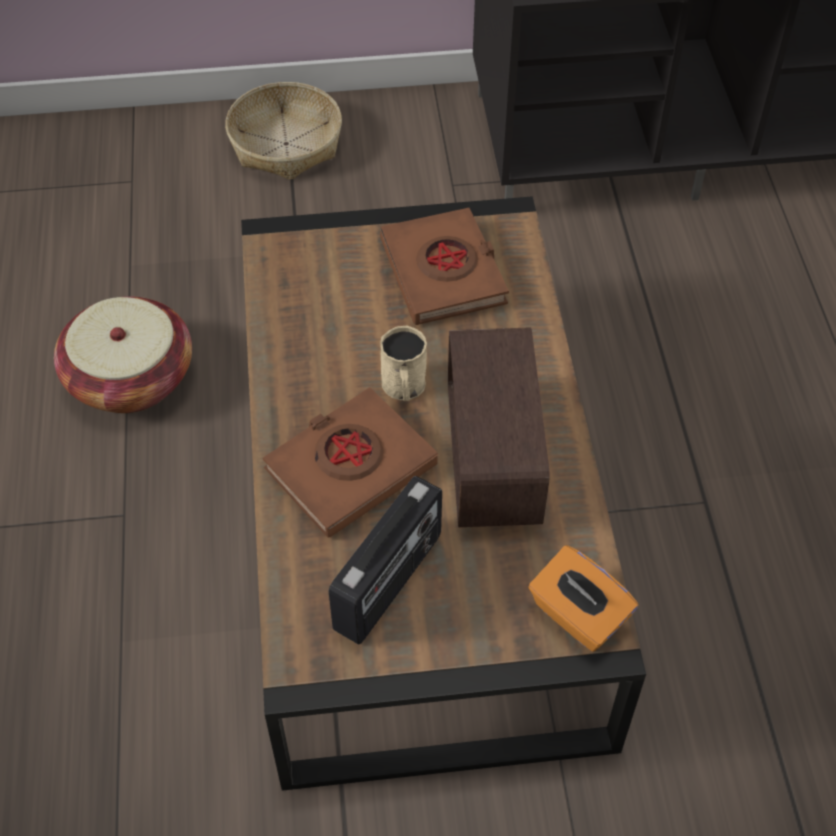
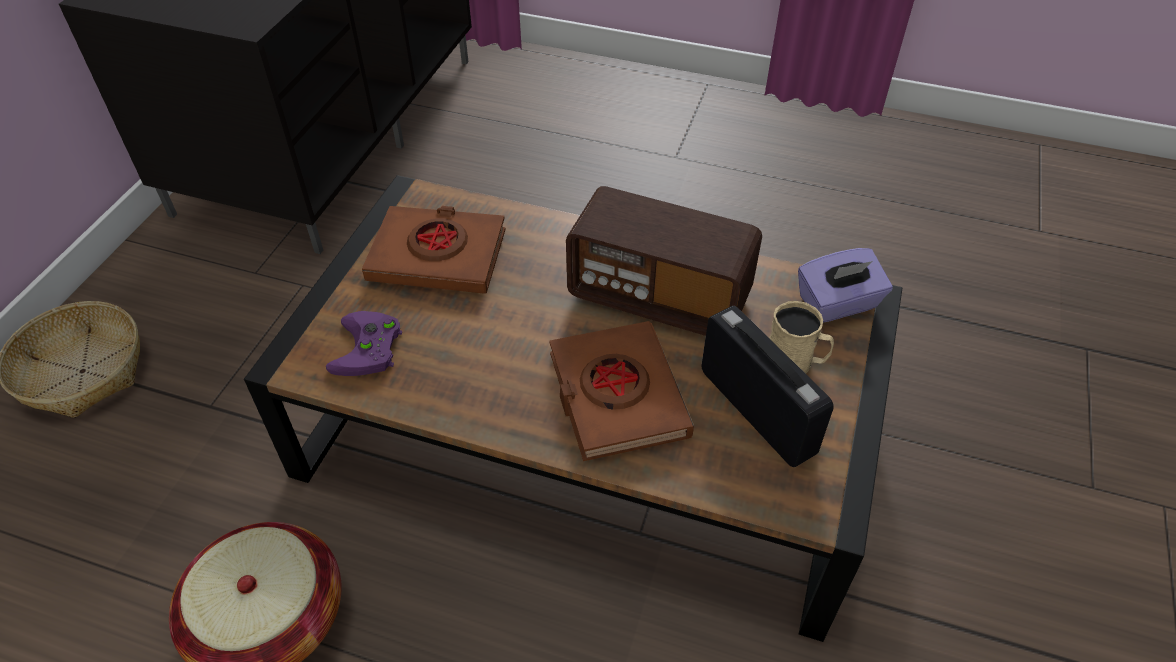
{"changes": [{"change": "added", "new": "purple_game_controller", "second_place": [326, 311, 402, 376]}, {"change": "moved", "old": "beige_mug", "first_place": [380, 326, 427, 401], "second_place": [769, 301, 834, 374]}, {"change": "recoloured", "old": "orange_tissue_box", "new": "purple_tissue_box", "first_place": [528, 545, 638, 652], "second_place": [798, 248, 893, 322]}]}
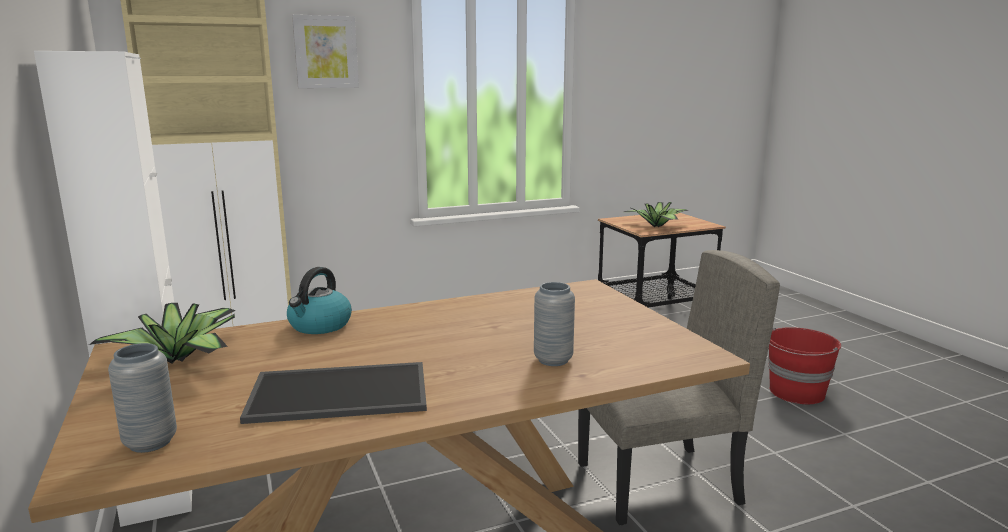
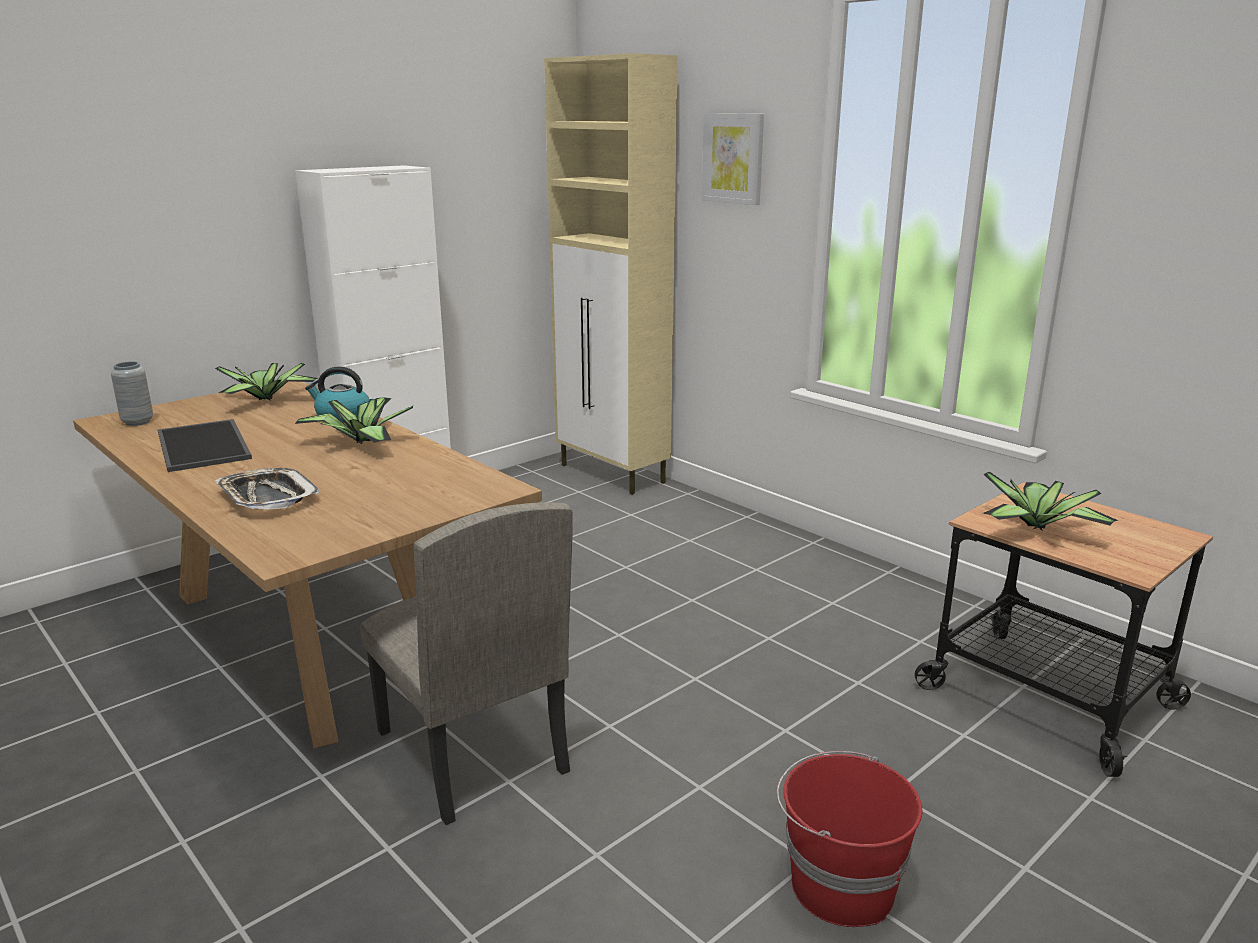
{"changes": [{"change": "replaced", "old": "grey_vase", "new": "tray", "first_place": [534, 282, 575, 366], "second_place": [215, 468, 320, 510]}, {"change": "added", "new": "potted_plant", "second_place": [295, 397, 414, 444]}]}
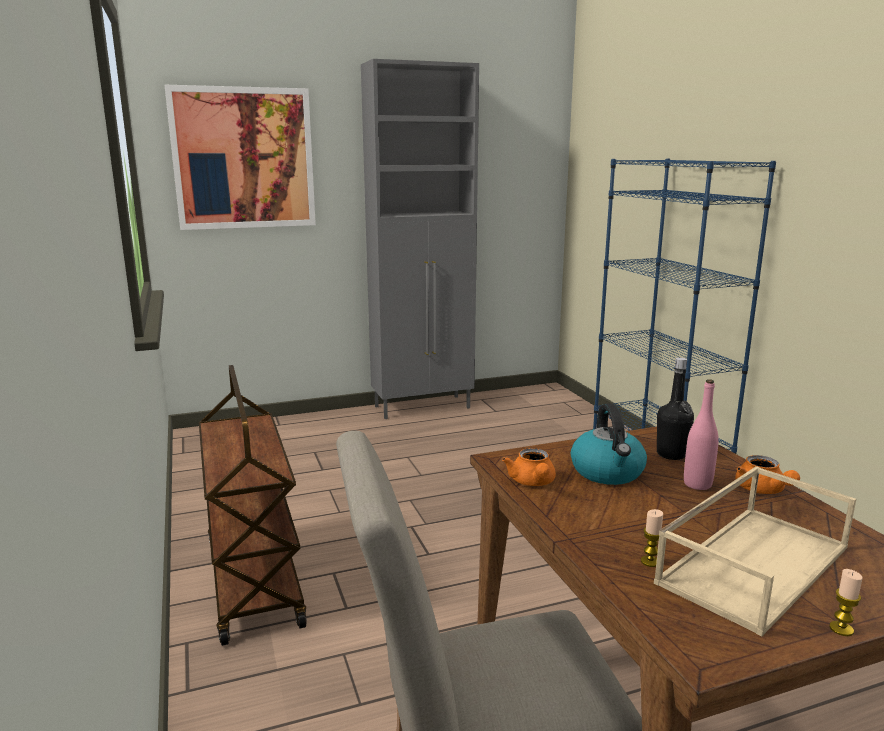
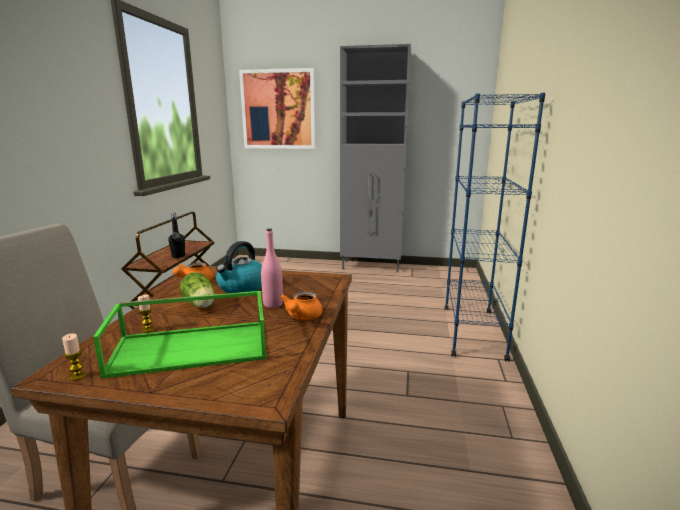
{"changes": [{"change": "moved", "old": "candle", "first_place": [829, 569, 863, 636], "second_place": [62, 333, 87, 381]}, {"change": "recoloured", "old": "beige_tray", "new": "green_tray", "first_place": [654, 466, 856, 636], "second_place": [93, 291, 267, 379]}, {"change": "moved", "old": "black_bottle", "first_place": [657, 357, 694, 460], "second_place": [168, 213, 185, 258]}, {"change": "added", "new": "lettuce", "second_place": [180, 272, 215, 308]}]}
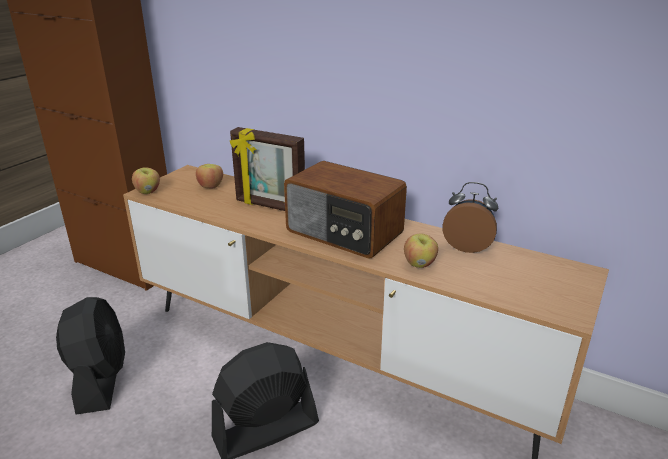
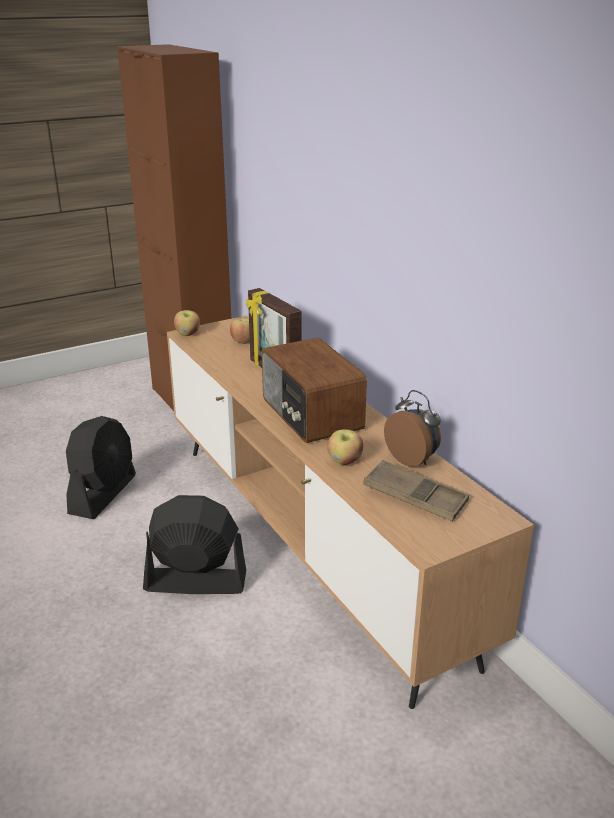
{"changes": [{"change": "added", "new": "brown_tray", "second_place": [363, 460, 469, 521]}]}
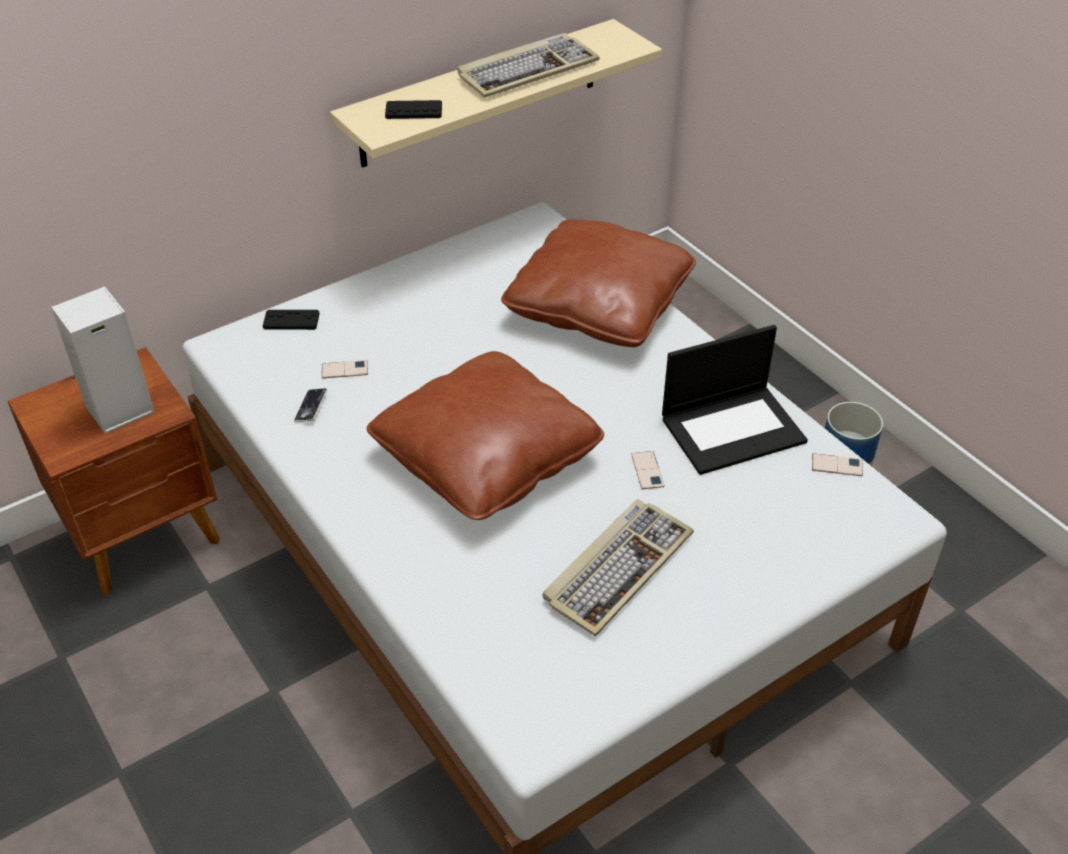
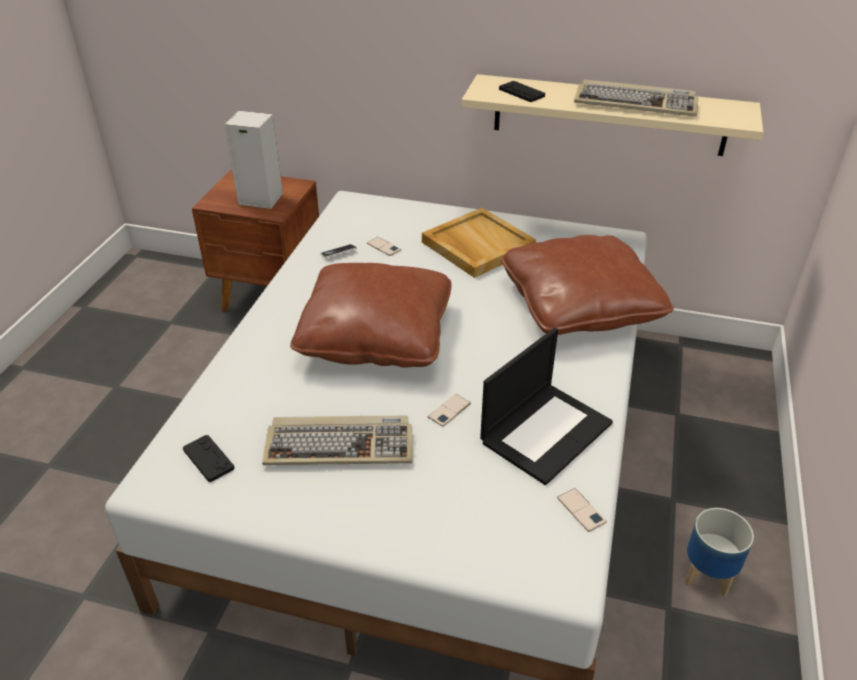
{"changes": [{"change": "moved", "old": "black_game_controller", "first_place": [263, 310, 319, 330], "second_place": [183, 435, 234, 482]}, {"change": "added", "new": "beige_tray", "second_place": [422, 208, 536, 278]}, {"change": "turned", "old": "laptop", "first_place": [662, 325, 808, 475], "second_place": [480, 328, 613, 485], "degrees": -75}]}
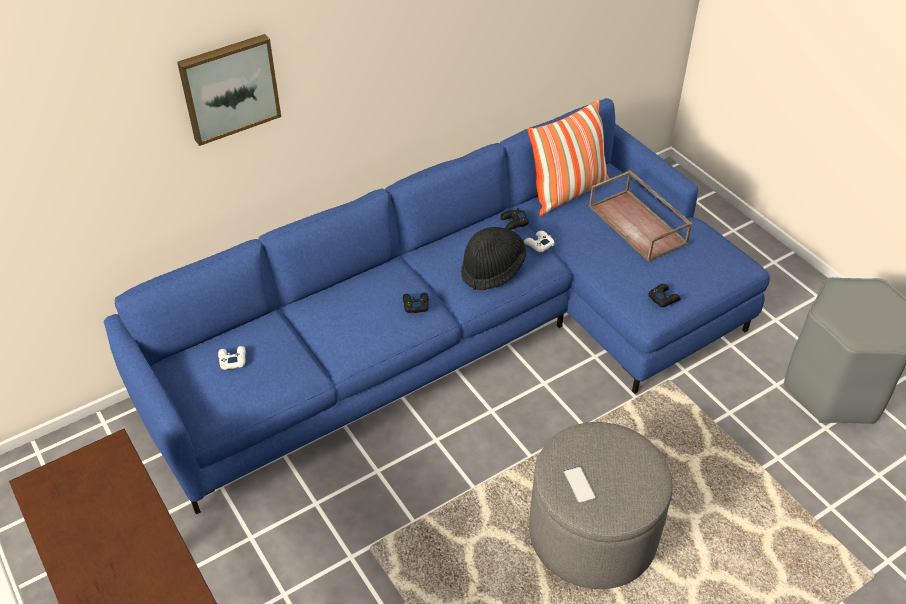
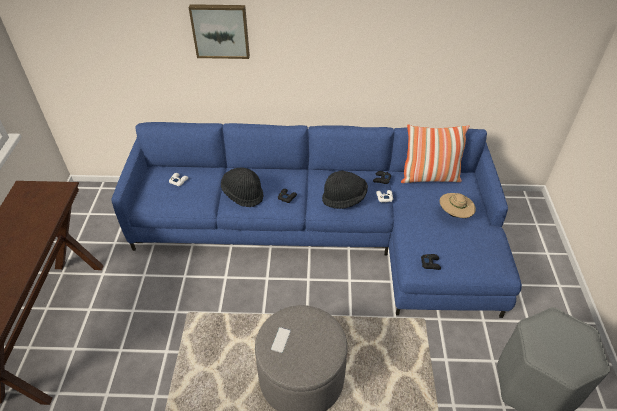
{"changes": [{"change": "added", "new": "black_hat", "second_place": [221, 167, 264, 207]}, {"change": "replaced", "old": "brown_tray", "new": "beige_hat", "first_place": [589, 170, 692, 262], "second_place": [440, 193, 476, 218]}]}
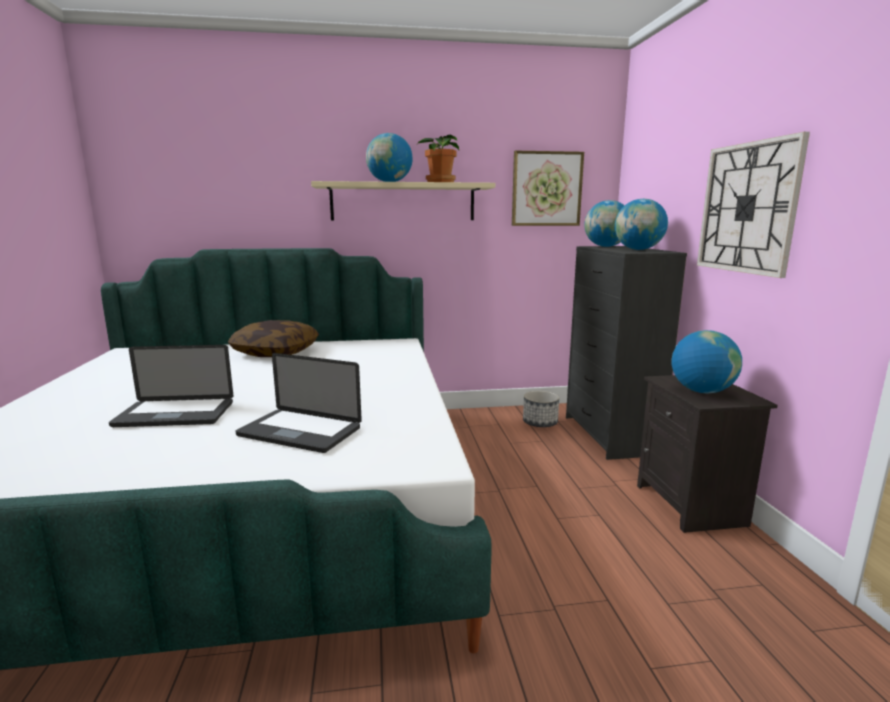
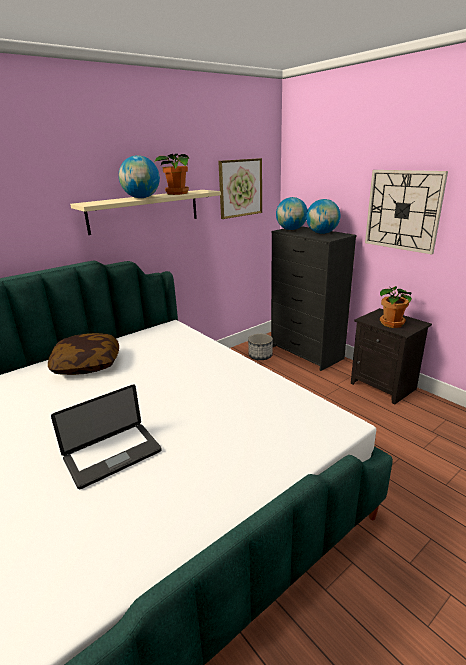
{"changes": [{"change": "replaced", "old": "globe", "new": "potted_plant", "first_place": [672, 330, 742, 394], "second_place": [380, 286, 412, 328]}, {"change": "removed", "old": "laptop", "first_place": [236, 353, 362, 453]}]}
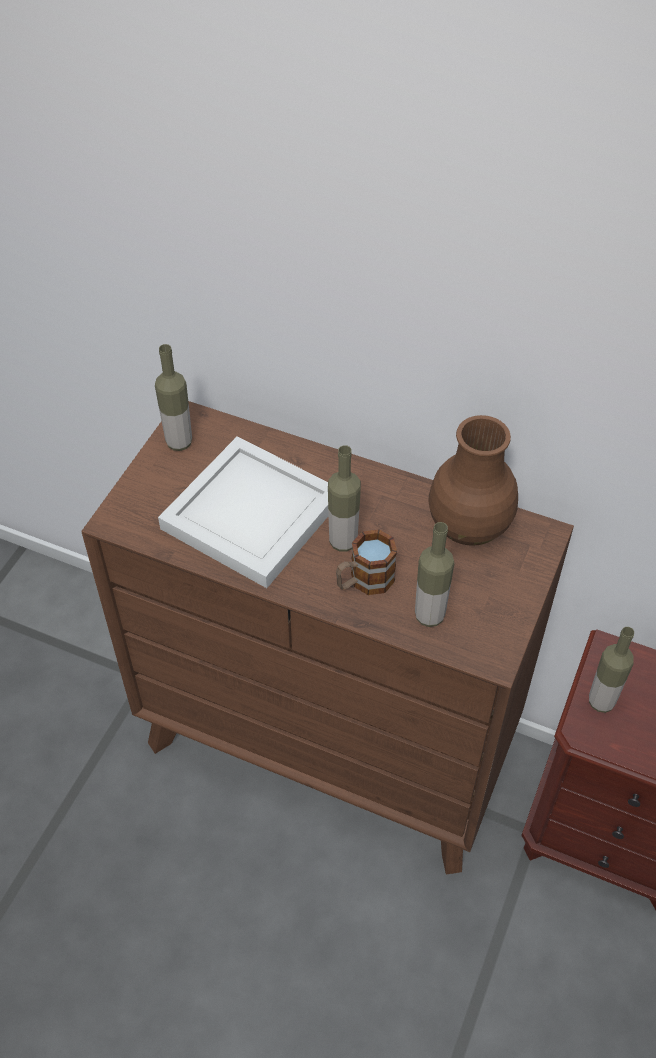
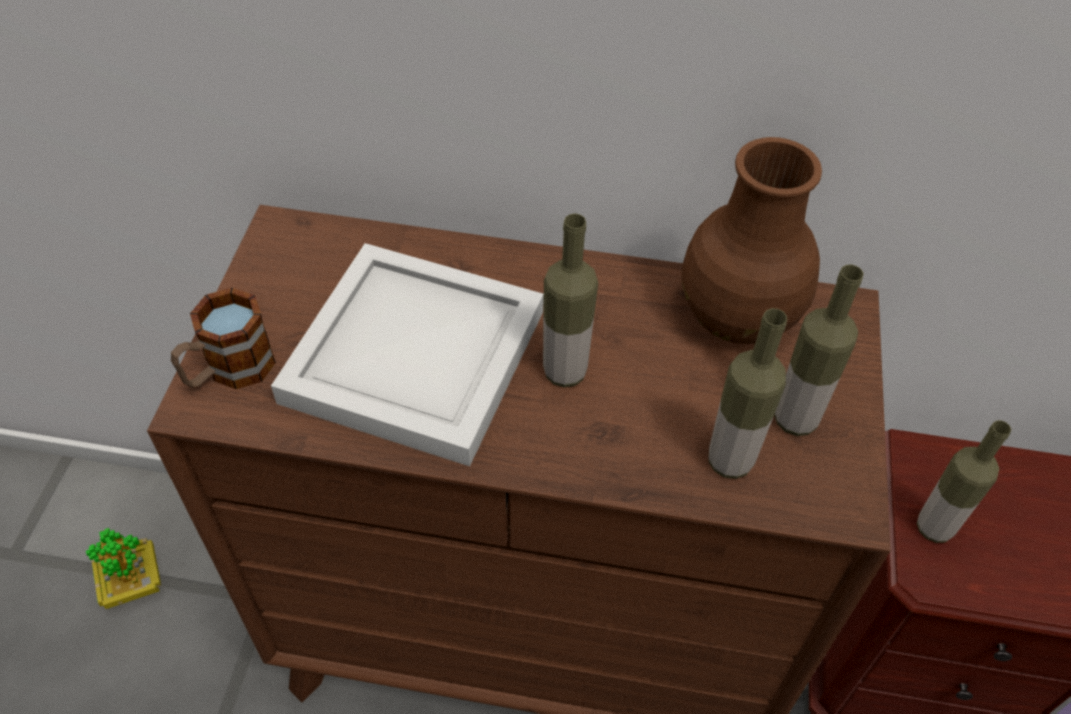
{"changes": [{"change": "added", "new": "potted_plant", "second_place": [86, 528, 161, 609]}, {"change": "moved", "old": "mug", "first_place": [336, 530, 397, 595], "second_place": [171, 288, 276, 389]}, {"change": "moved", "old": "bottle", "first_place": [155, 344, 192, 451], "second_place": [774, 264, 864, 436]}]}
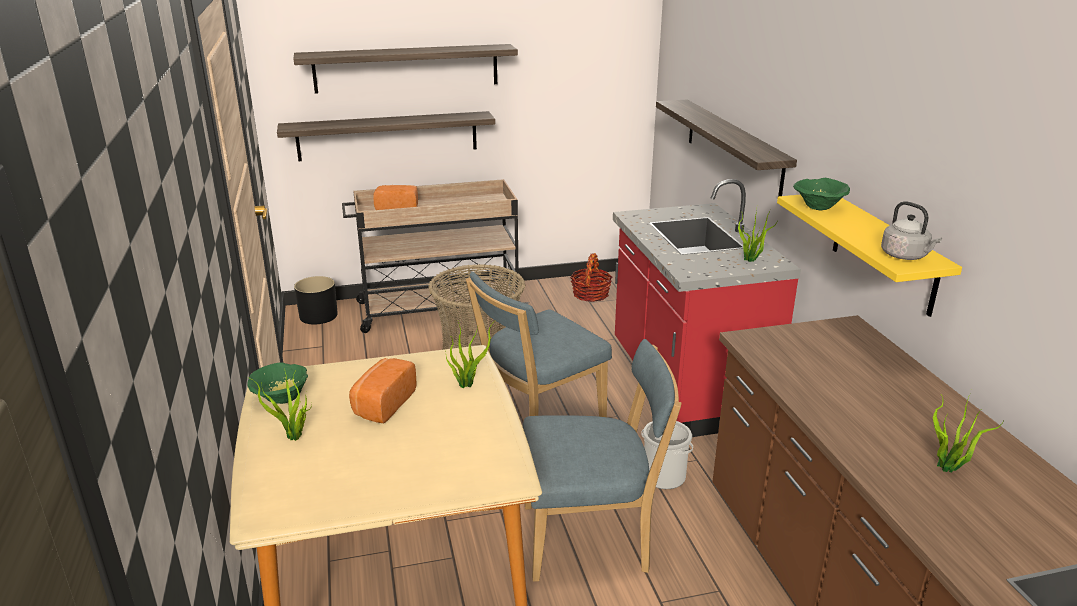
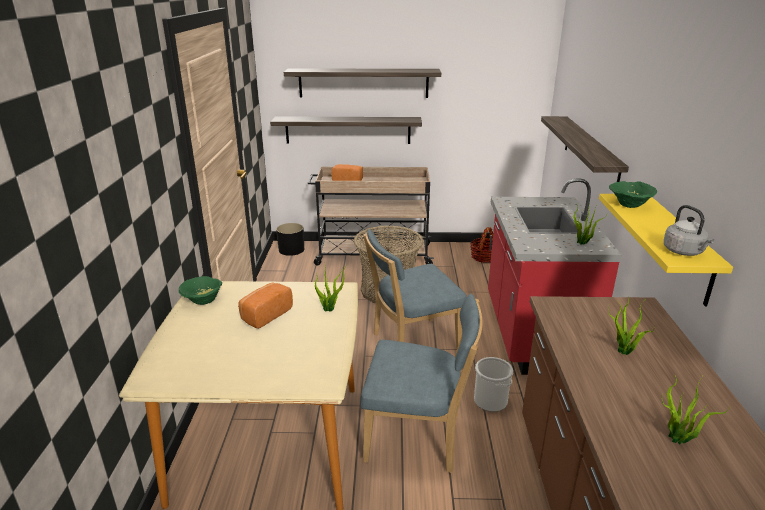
{"changes": [{"change": "moved", "old": "potted_plant", "first_place": [248, 372, 311, 441], "second_place": [608, 297, 655, 355]}]}
